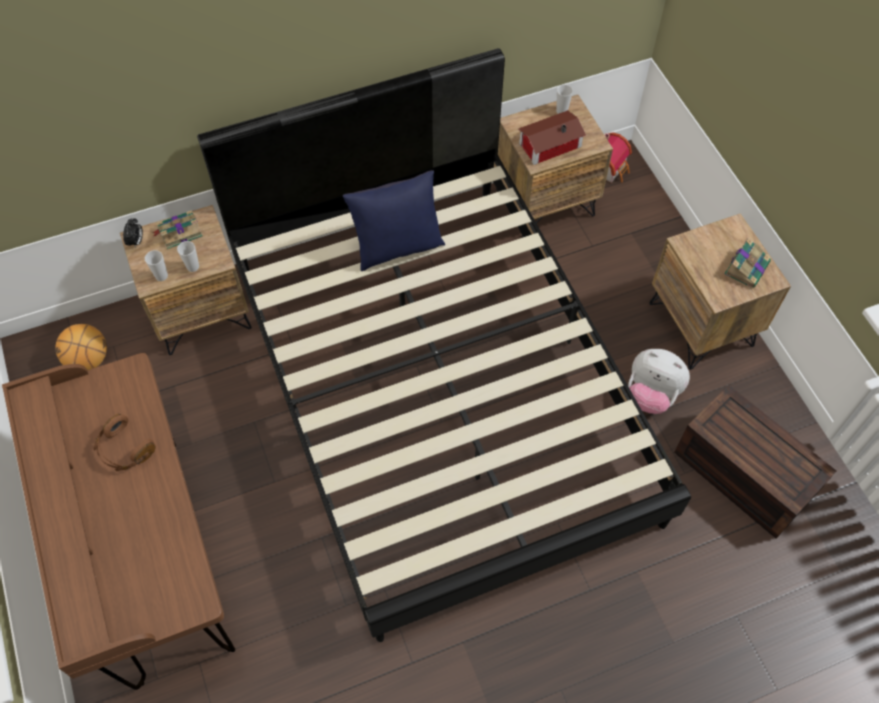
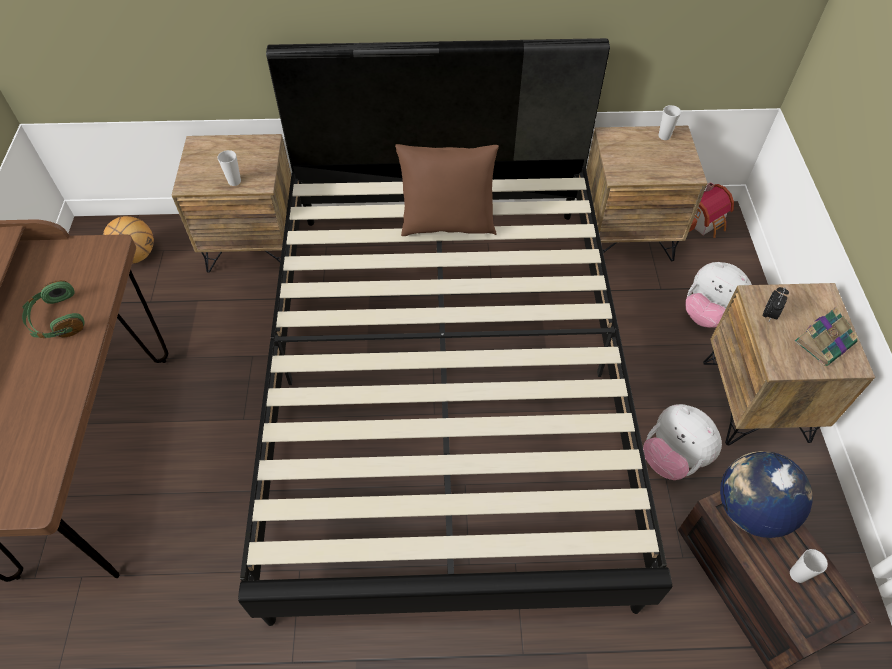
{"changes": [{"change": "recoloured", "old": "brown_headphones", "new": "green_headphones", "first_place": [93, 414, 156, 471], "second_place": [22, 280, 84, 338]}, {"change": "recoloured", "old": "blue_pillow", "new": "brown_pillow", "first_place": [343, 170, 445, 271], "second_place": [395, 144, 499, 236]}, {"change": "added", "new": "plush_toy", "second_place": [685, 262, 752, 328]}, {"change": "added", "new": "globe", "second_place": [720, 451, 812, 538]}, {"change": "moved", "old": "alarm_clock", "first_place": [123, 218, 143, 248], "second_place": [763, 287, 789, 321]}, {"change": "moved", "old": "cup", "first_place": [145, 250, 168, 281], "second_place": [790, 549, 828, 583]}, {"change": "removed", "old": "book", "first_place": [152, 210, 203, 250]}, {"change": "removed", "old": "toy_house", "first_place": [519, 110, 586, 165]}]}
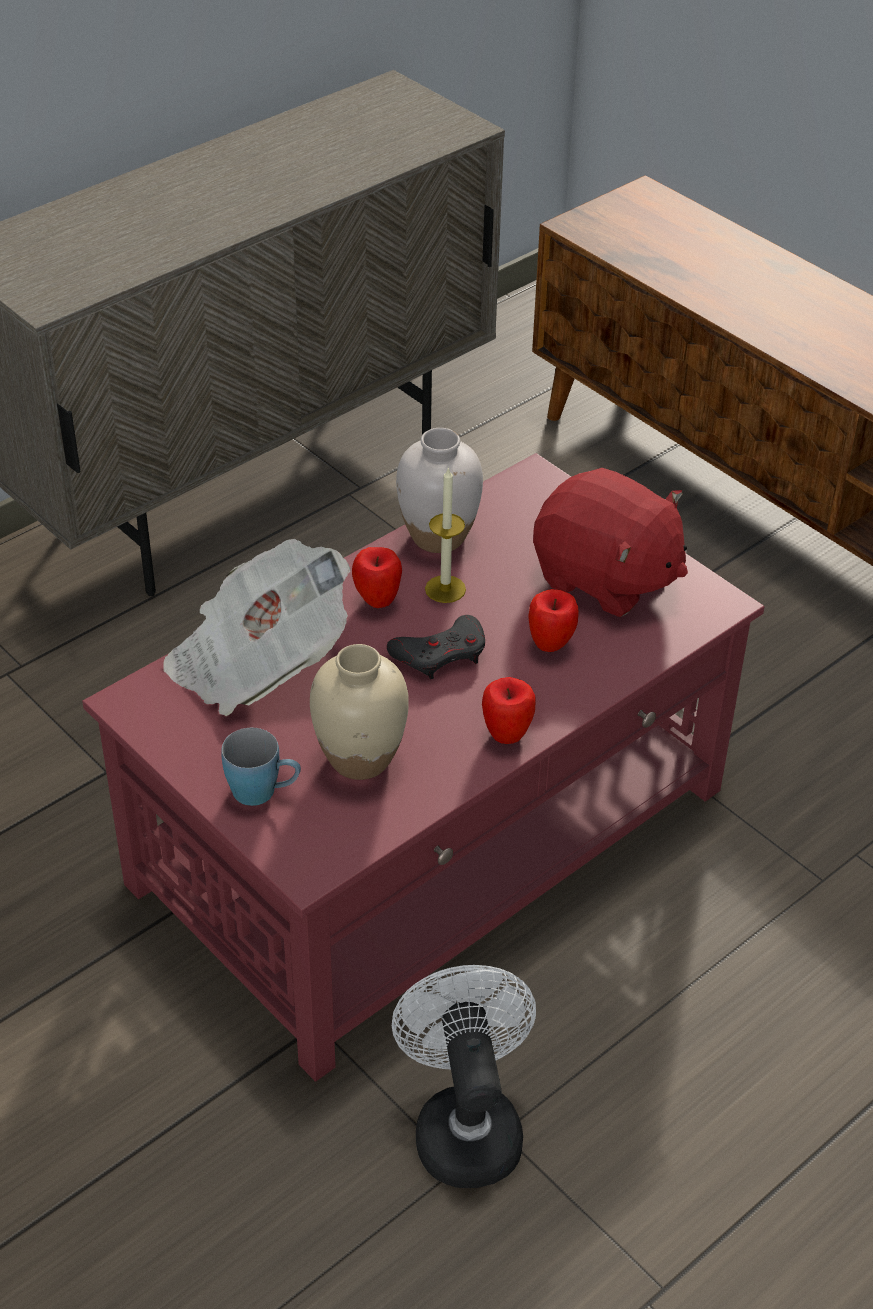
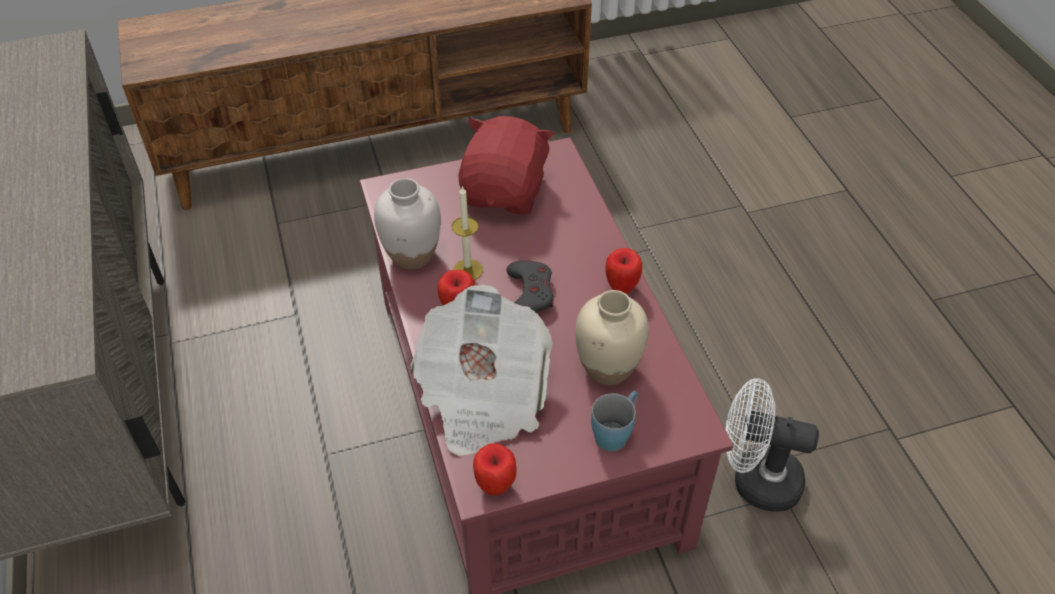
{"changes": [{"change": "turned", "old": "red_plush_toy", "first_place": [533, 468, 688, 617], "second_place": [458, 116, 554, 214], "degrees": -45}, {"change": "moved", "old": "apple", "first_place": [528, 589, 579, 652], "second_place": [473, 443, 517, 496]}]}
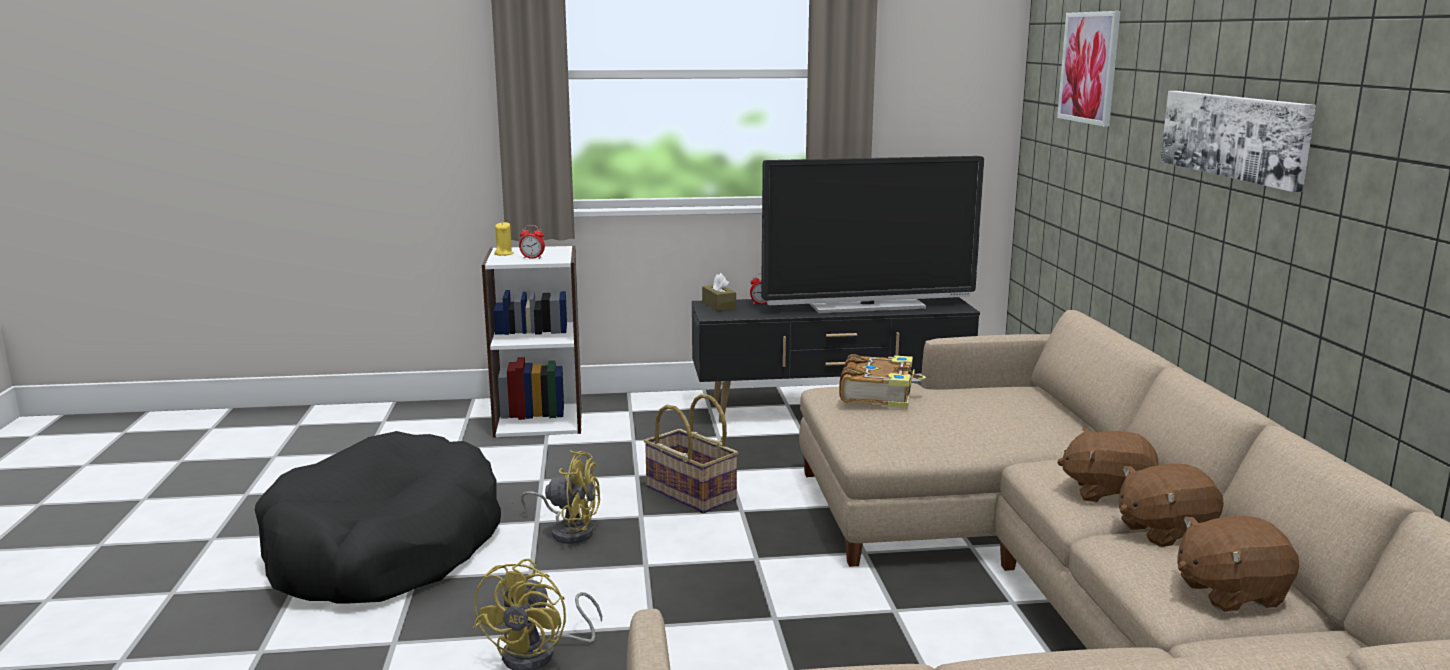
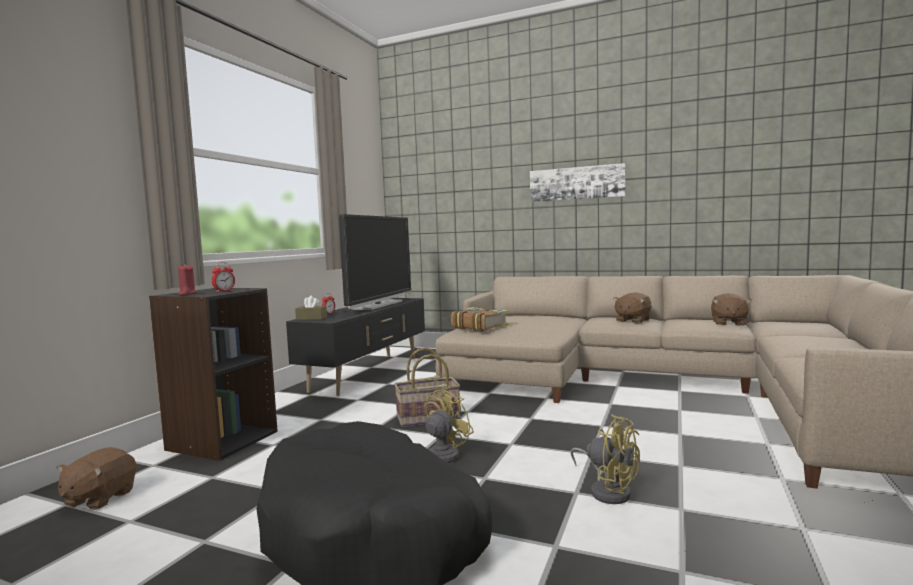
{"changes": [{"change": "moved", "old": "brown_plush_toy", "first_place": [1119, 464, 1224, 547], "second_place": [57, 447, 136, 510]}, {"change": "recoloured", "old": "white_bookcase", "new": "black_bookcase", "first_place": [482, 246, 582, 438], "second_place": [149, 288, 278, 461]}, {"change": "recoloured", "old": "yellow_candle", "new": "red_candle", "first_place": [494, 221, 514, 256], "second_place": [177, 265, 197, 295]}, {"change": "removed", "old": "picture", "first_place": [1057, 11, 1121, 127]}]}
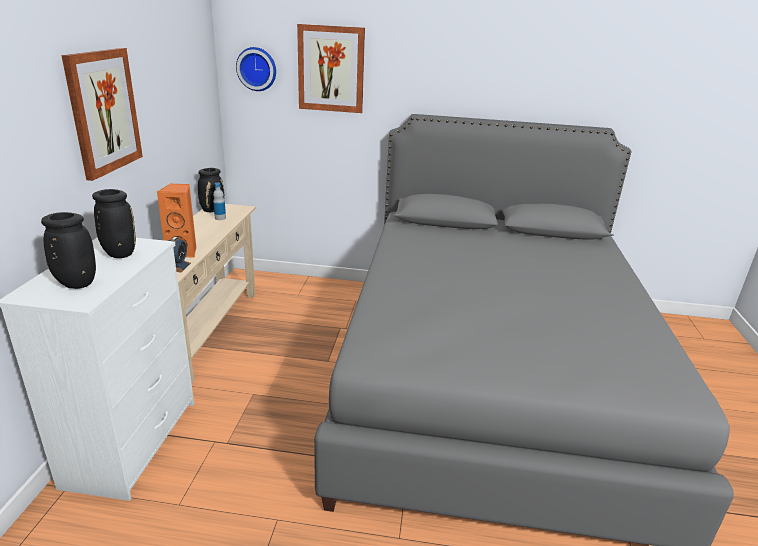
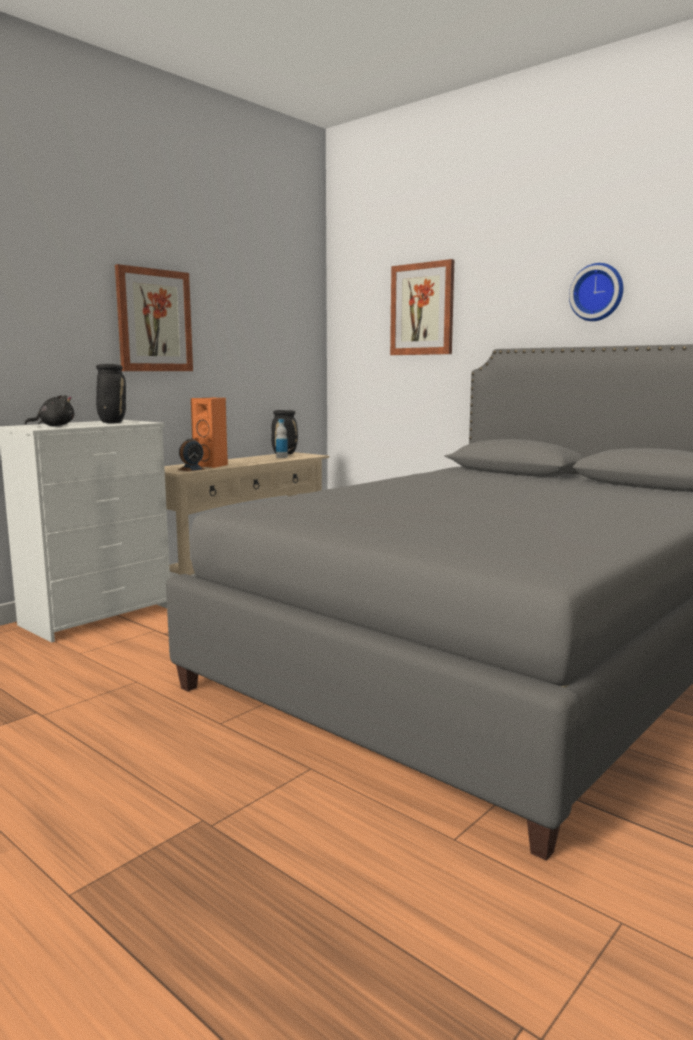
{"changes": [{"change": "replaced", "old": "black_vase", "new": "black_plush_toy", "first_place": [41, 212, 96, 289], "second_place": [25, 395, 74, 426]}, {"change": "moved", "old": "wall_clock", "first_place": [236, 47, 276, 91], "second_place": [569, 263, 623, 321]}]}
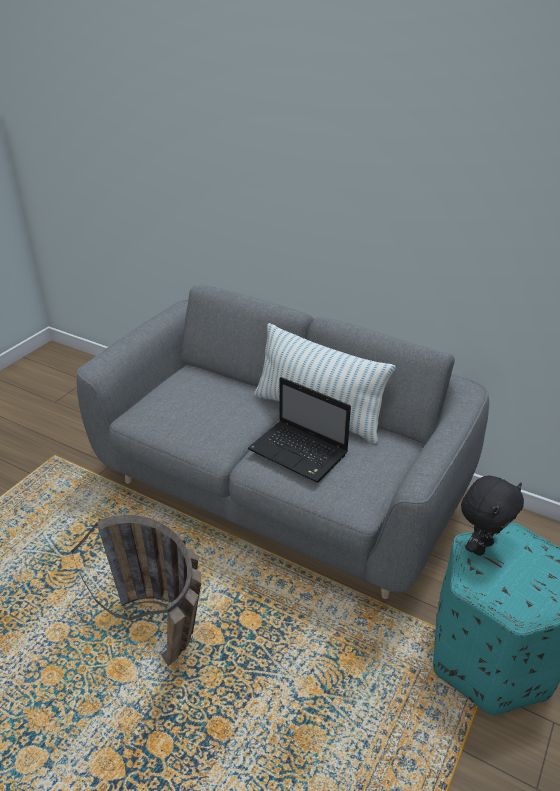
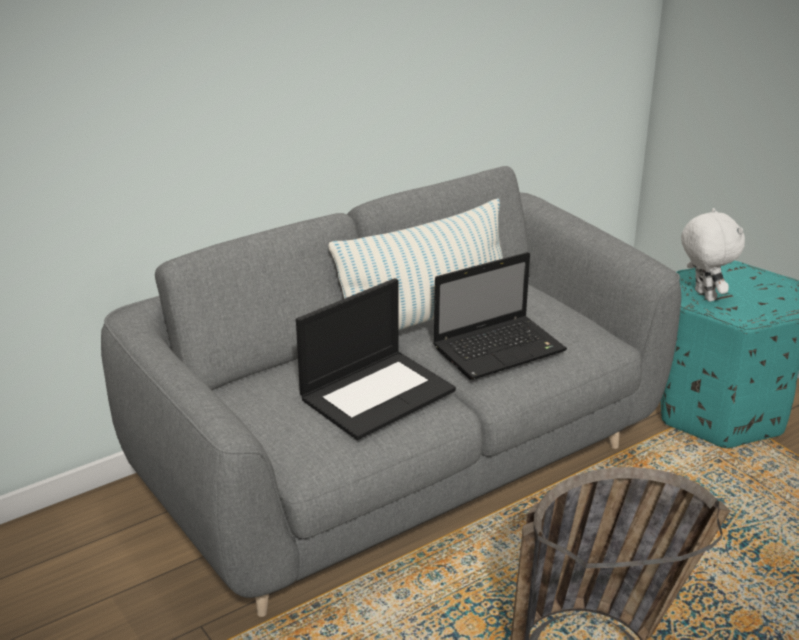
{"changes": [{"change": "added", "new": "laptop", "second_place": [296, 278, 456, 440]}, {"change": "recoloured", "old": "black_plush_toy", "new": "white_plush_toy", "first_place": [461, 475, 524, 556], "second_place": [681, 208, 745, 302]}]}
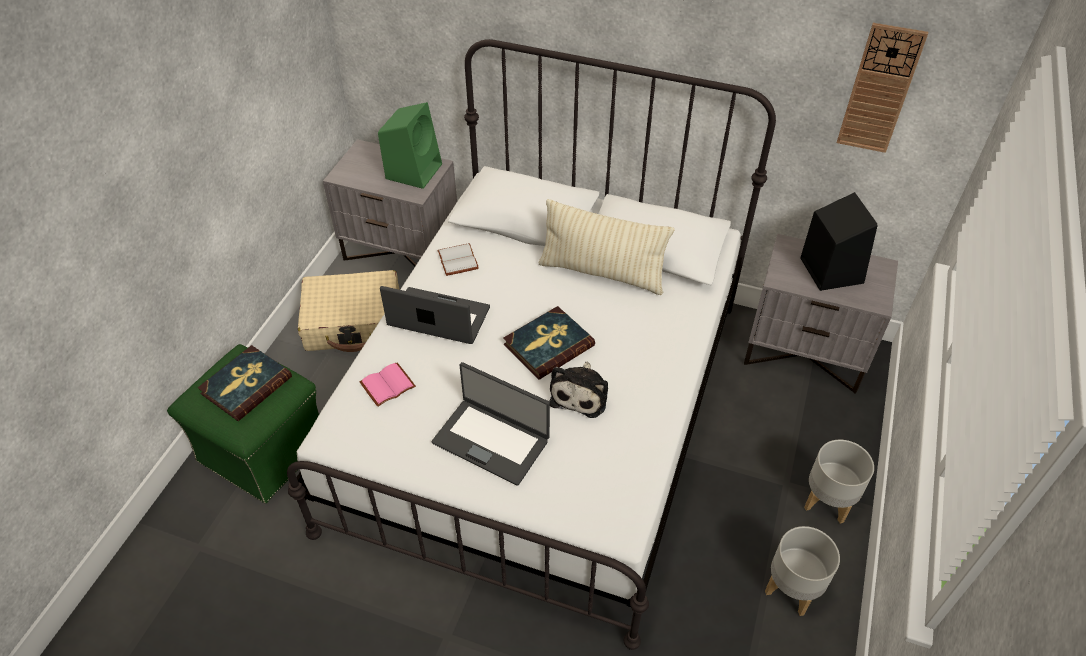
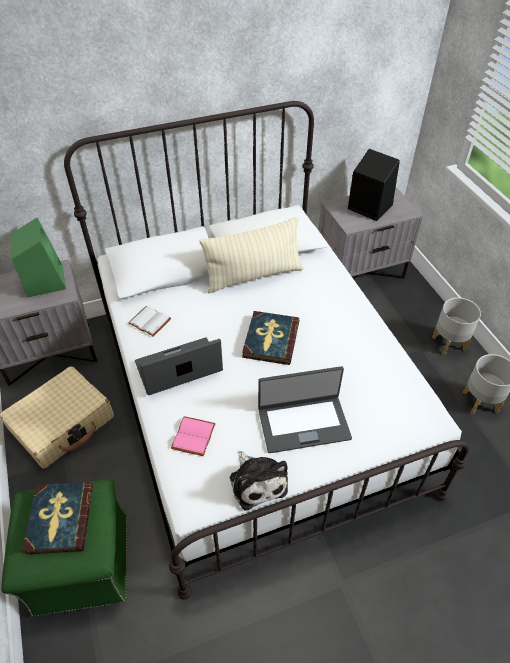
{"changes": [{"change": "moved", "old": "plush_toy", "first_place": [549, 361, 608, 418], "second_place": [230, 451, 288, 511]}, {"change": "removed", "old": "wall_clock", "first_place": [837, 23, 928, 153]}]}
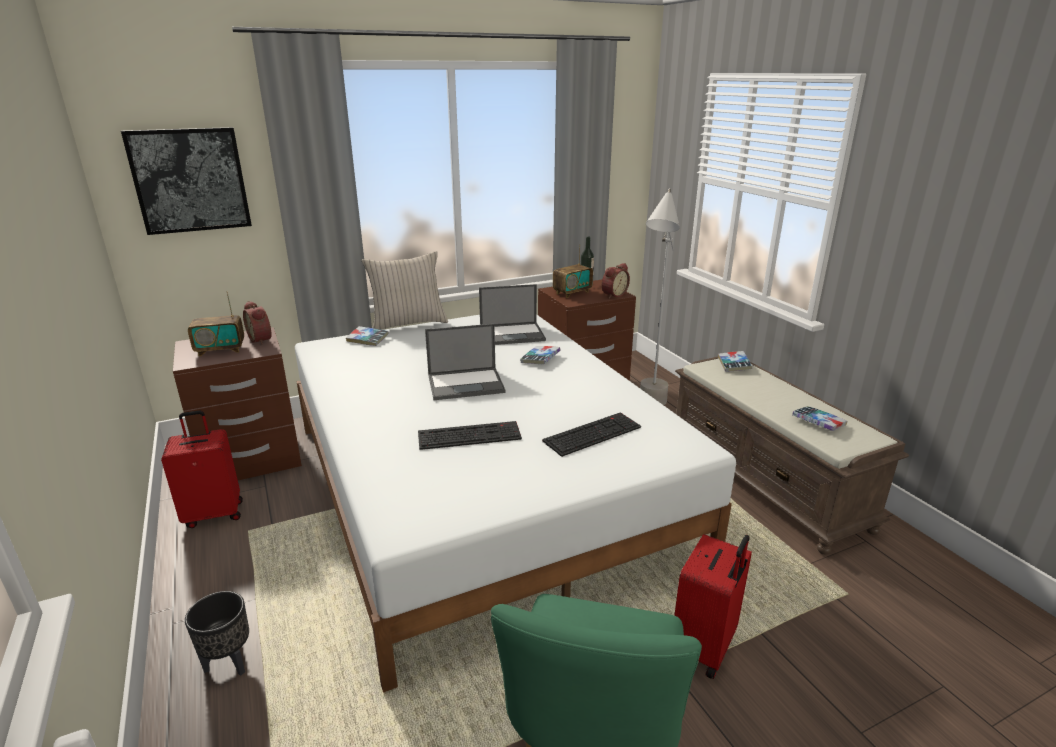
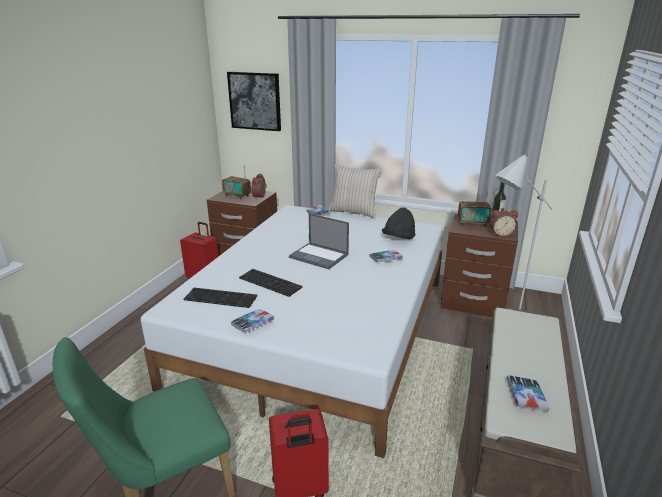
{"changes": [{"change": "moved", "old": "keyboard", "first_place": [542, 412, 641, 457], "second_place": [183, 288, 257, 308]}, {"change": "moved", "old": "book", "first_place": [718, 351, 752, 372], "second_place": [231, 309, 274, 333]}, {"change": "replaced", "old": "laptop", "new": "black_hat", "first_place": [479, 284, 546, 345], "second_place": [382, 207, 415, 239]}, {"change": "removed", "old": "black_planter", "first_place": [185, 591, 249, 676]}]}
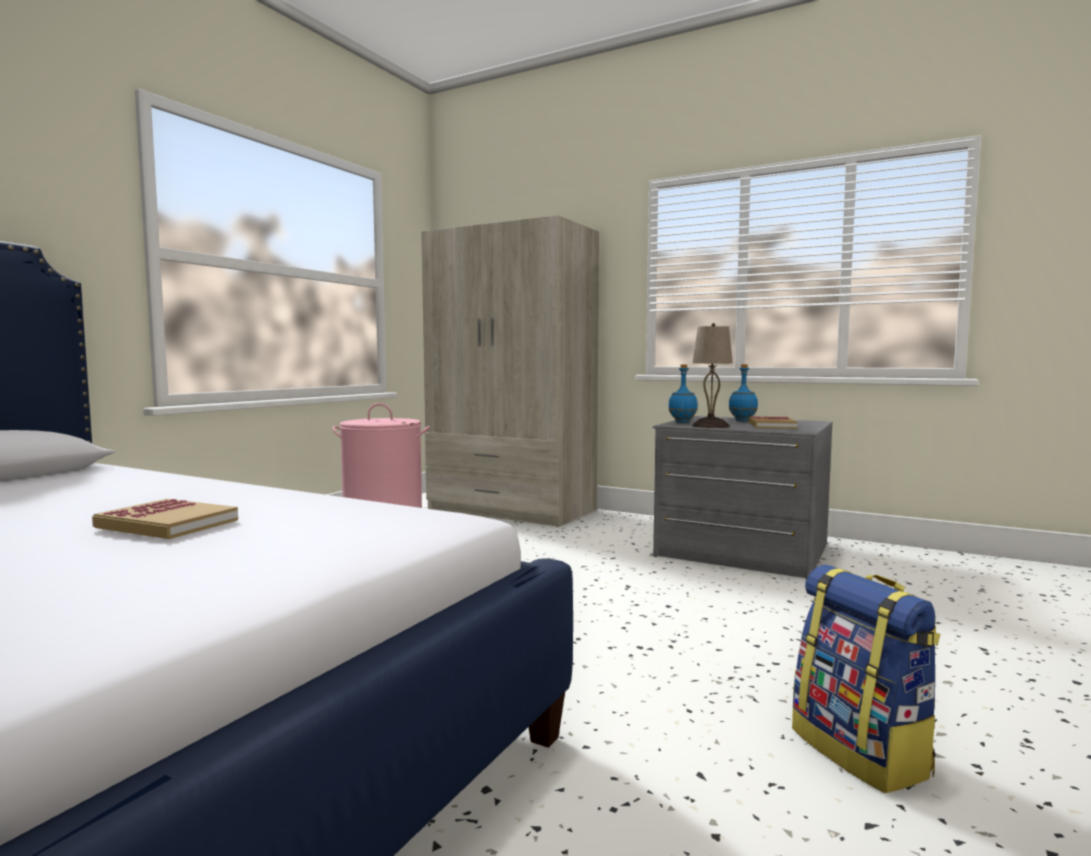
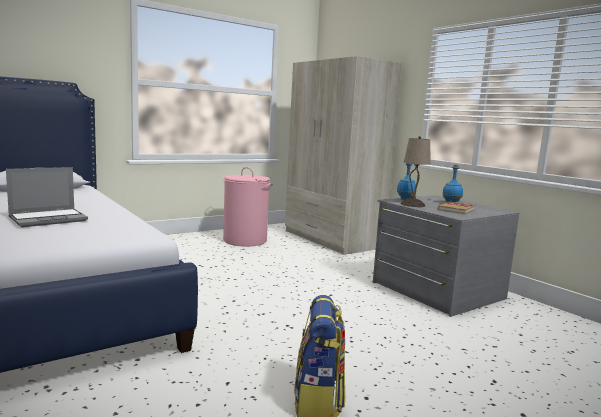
{"changes": [{"change": "replaced", "old": "book", "new": "laptop", "first_place": [92, 499, 238, 539], "second_place": [6, 167, 88, 227]}]}
